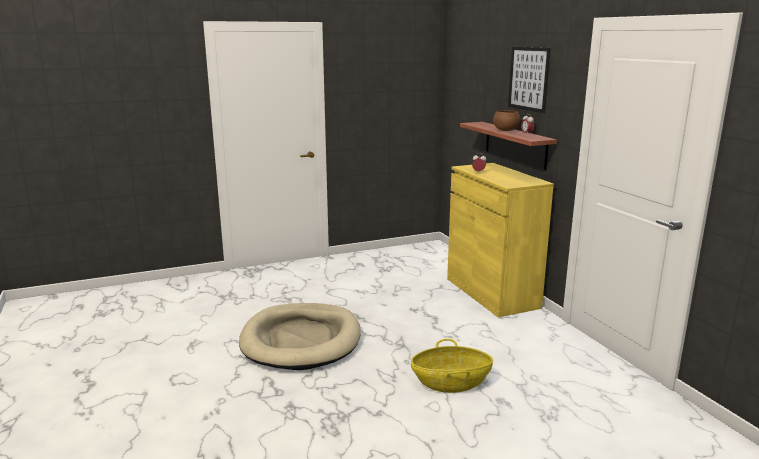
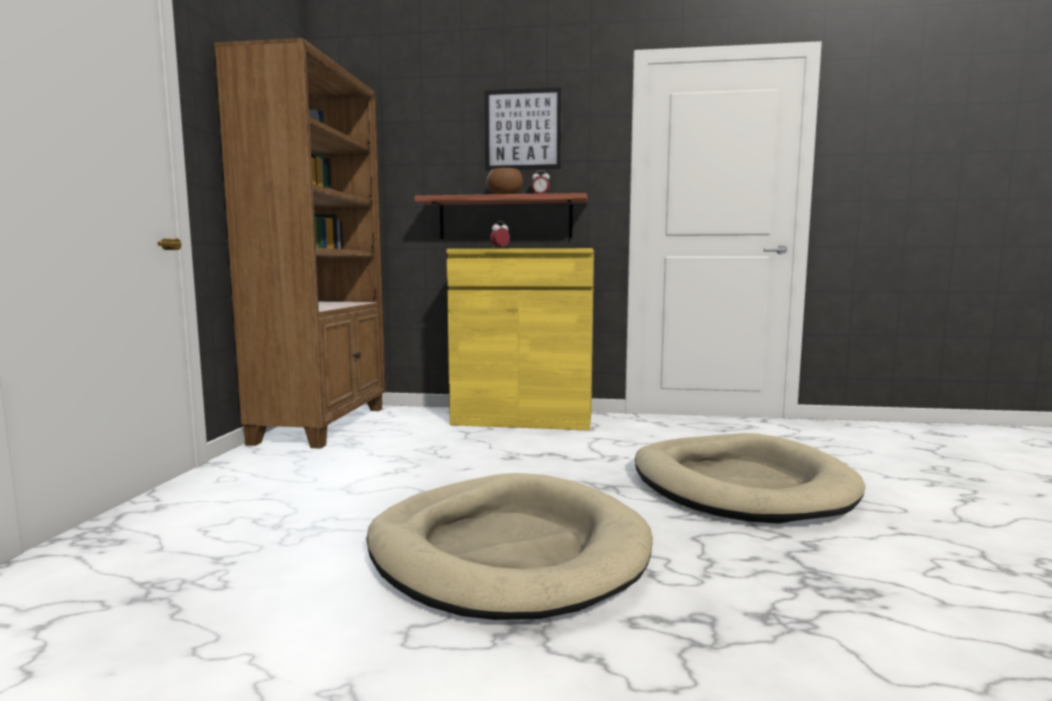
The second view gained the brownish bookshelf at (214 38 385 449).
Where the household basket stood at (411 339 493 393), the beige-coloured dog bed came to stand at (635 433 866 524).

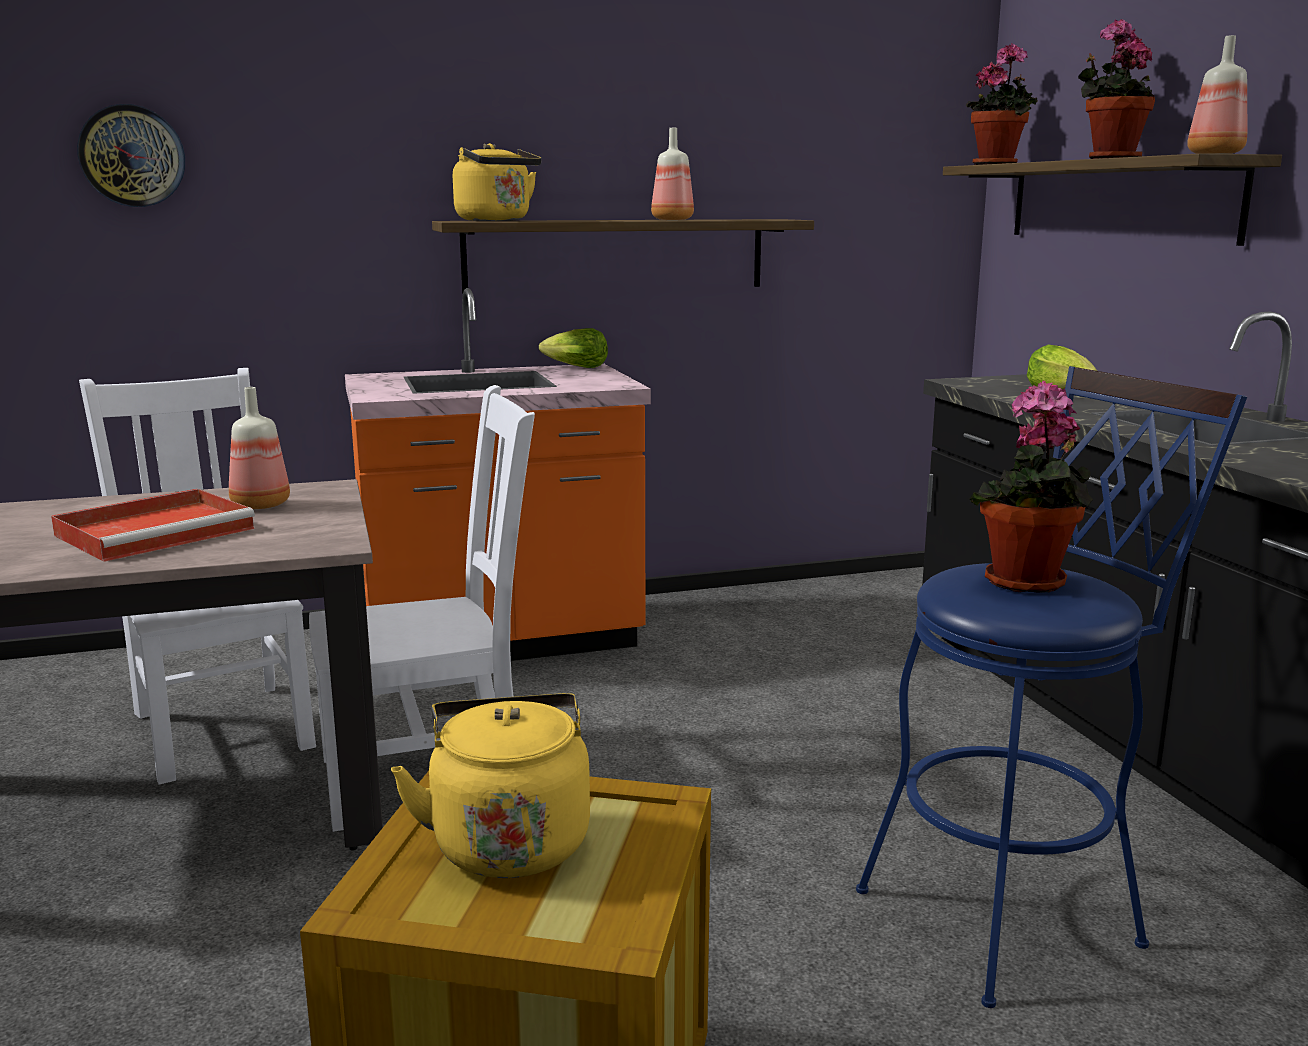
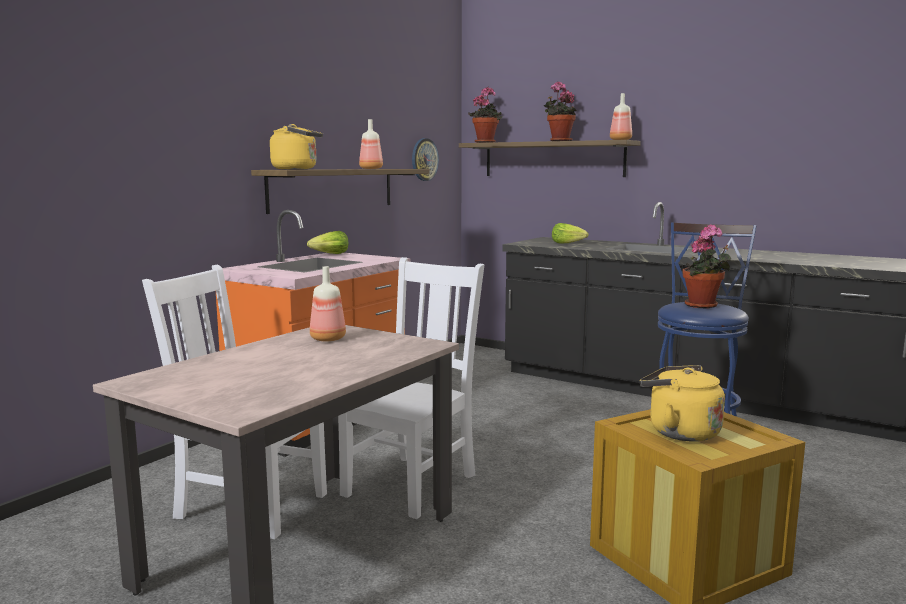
The clock on the wall ended up elsewhere, having gone from (77 104 185 207) to (412 138 439 181).
The second view lost the reddish carrying tray at (51 489 255 562).

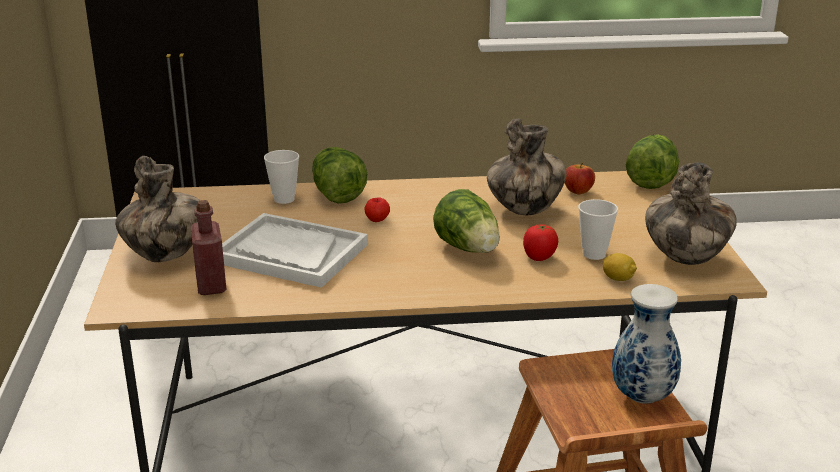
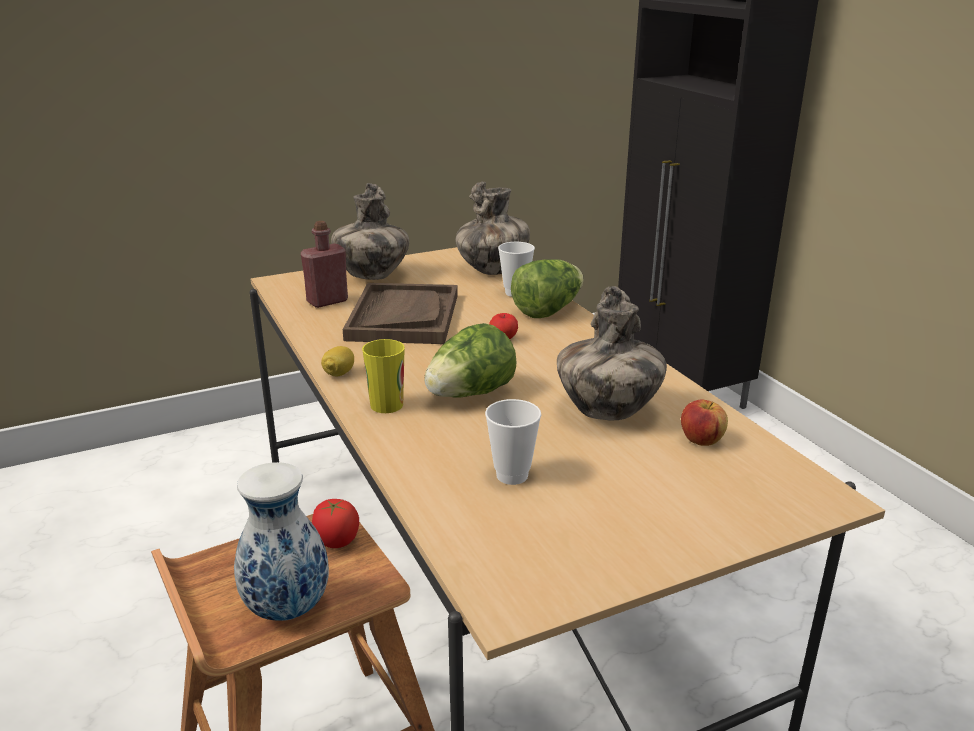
The whole tomato ended up elsewhere, having gone from (523 224 558 261) to (312 499 359 548).
The whole lemon ended up elsewhere, having gone from (603 253 637 281) to (321 346 354 376).
What was the white carrying tray at (222 213 368 288) turned into the brownish carrying tray at (343 283 458 344).
The second view gained the small cup at (362 339 405 413).
The flower vase ended up elsewhere, having gone from (645 162 737 265) to (455 182 530 275).
The second view lost the head of lettuce at (626 134 679 189).

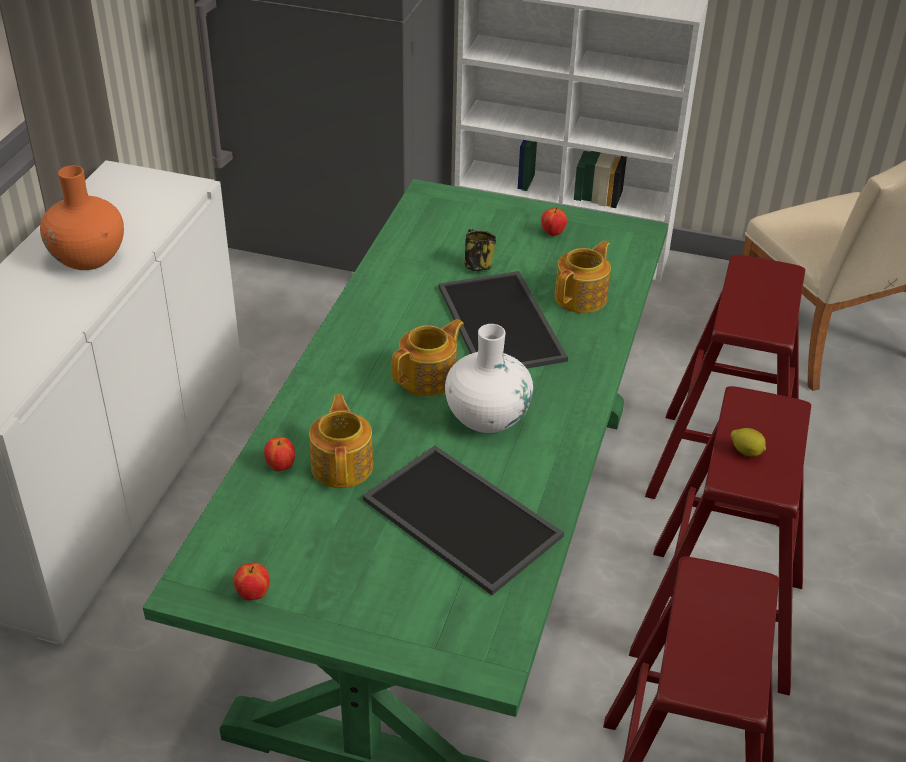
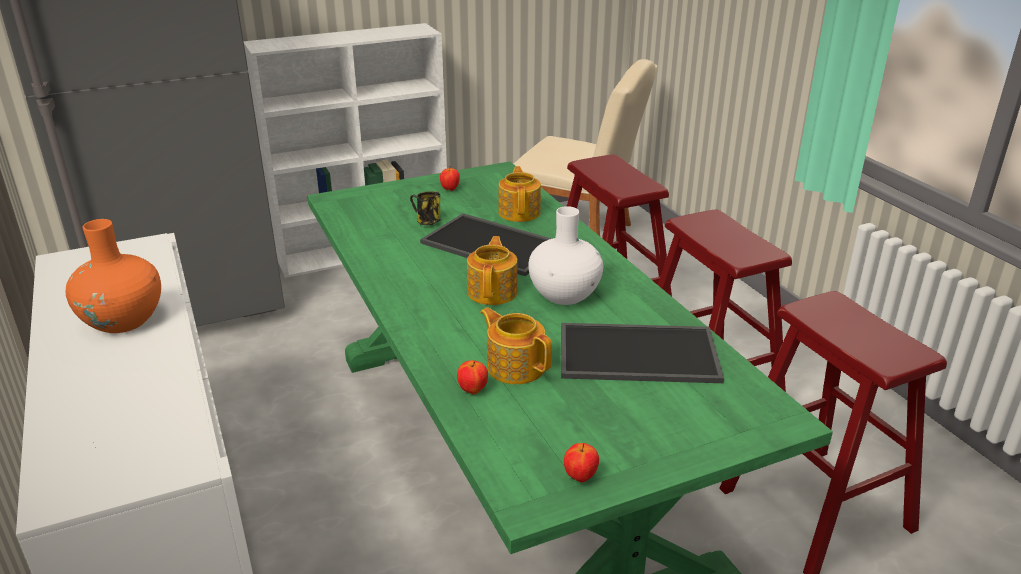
The second view lost the whole lemon at (731 428 766 457).

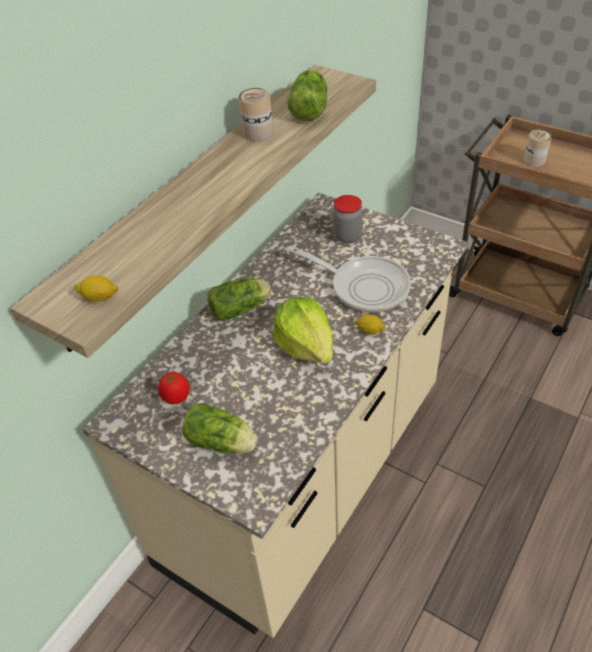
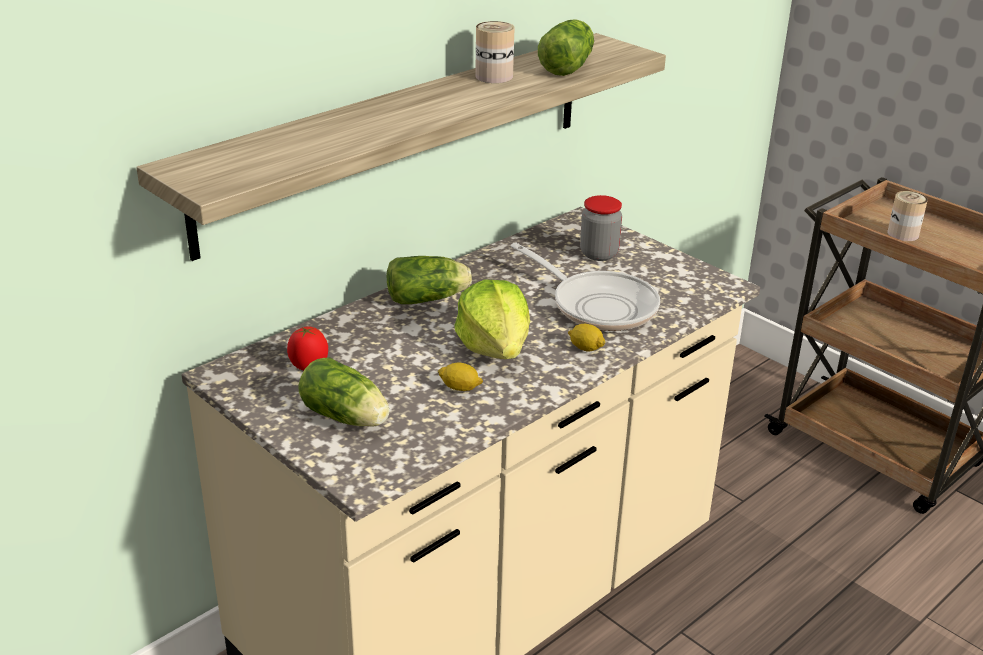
The whole lemon ended up elsewhere, having gone from (74 275 119 301) to (438 362 483 391).

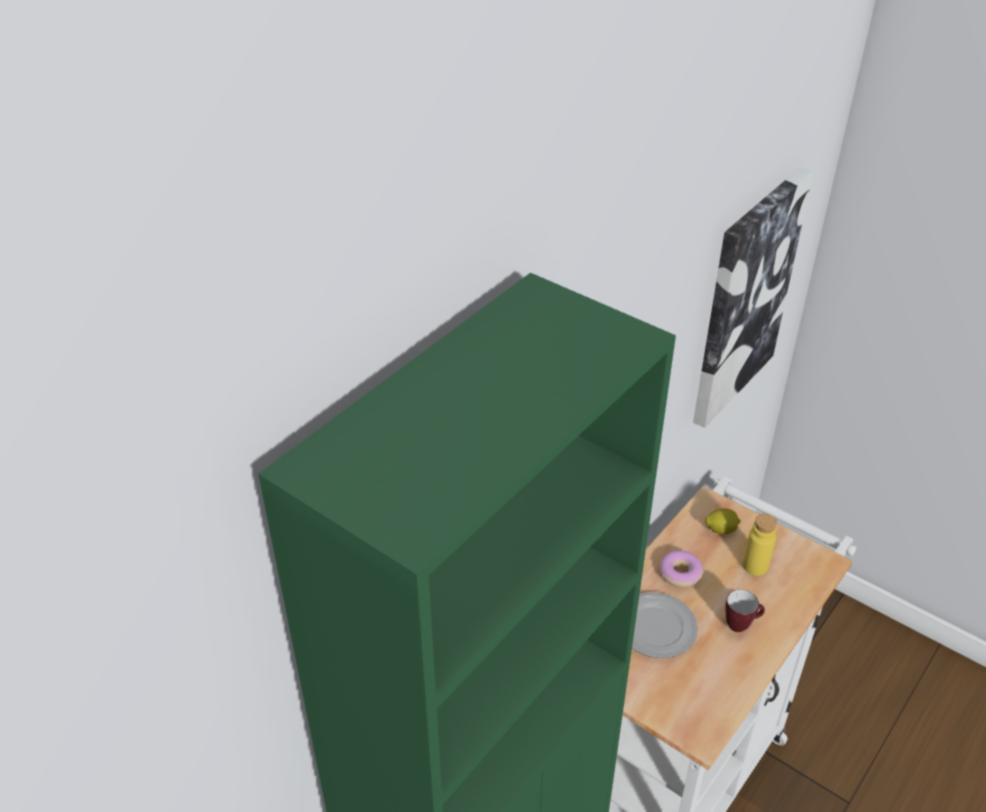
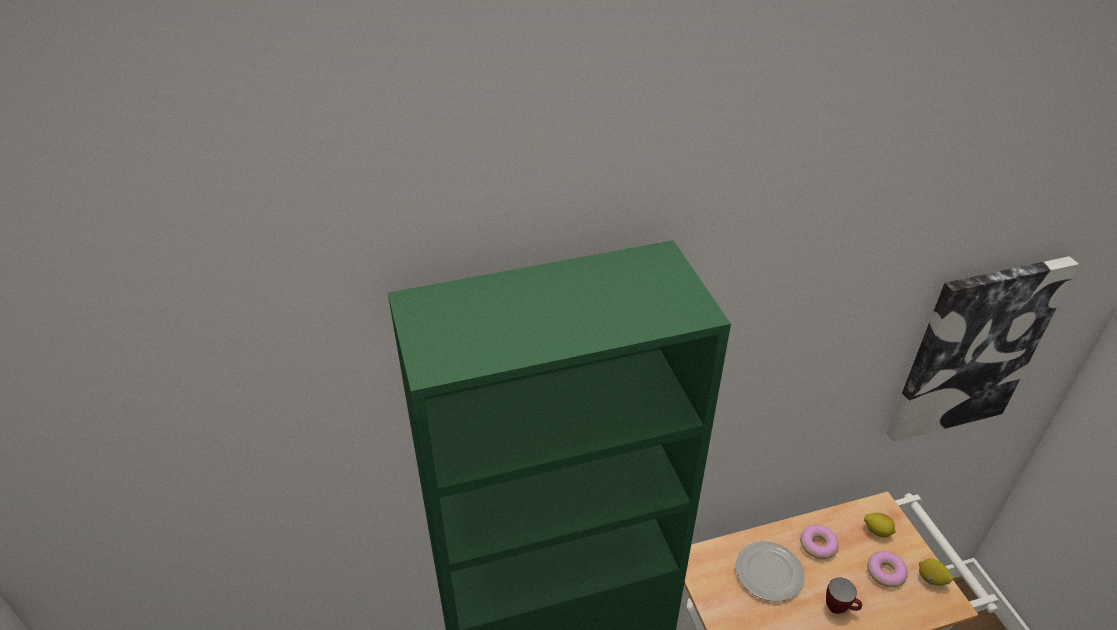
Where the yellow beverage bottle stood at (743 514 777 576), the donut came to stand at (867 551 908 587).
The second view gained the whole lemon at (919 559 953 586).

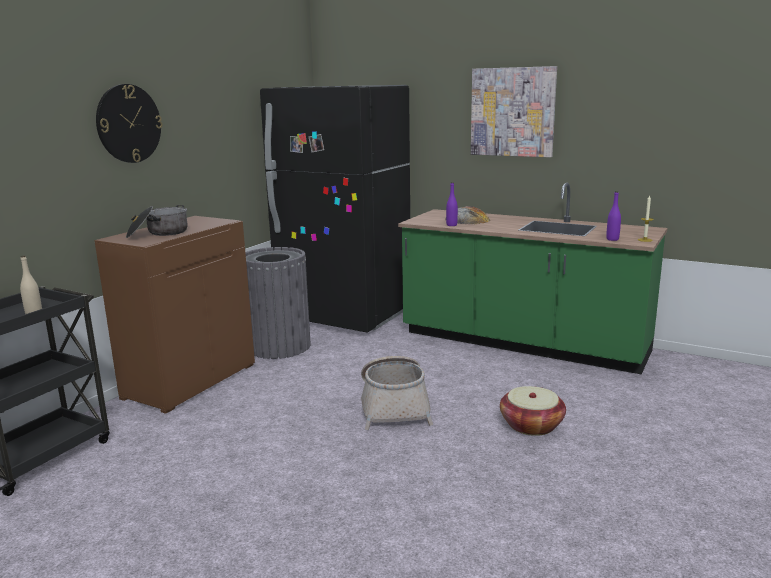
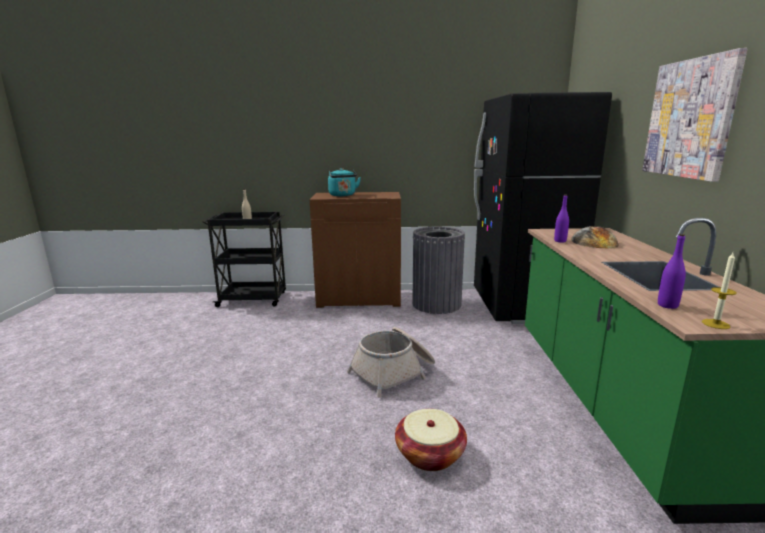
Where the stockpot stood at (126 205 188 238), the turquoise-coloured water kettle came to stand at (328 168 361 196).
The second view lost the clock on the wall at (96 84 162 163).

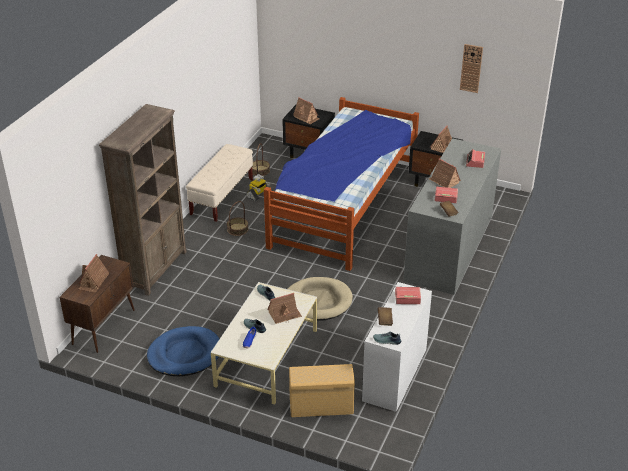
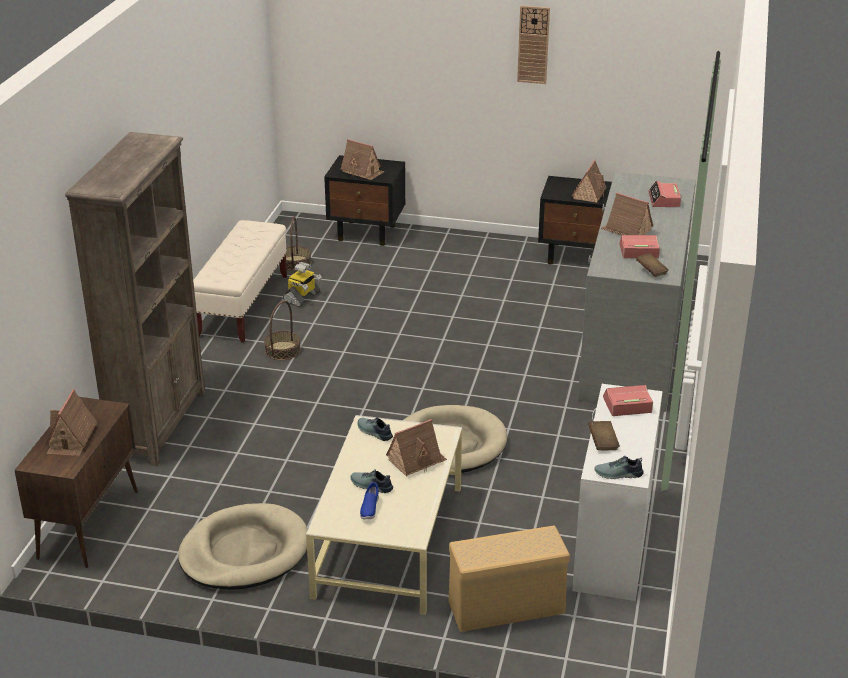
What was the blue-coloured dog bed at (147 326 219 376) turned into the beige-coloured dog bed at (178 503 308 590).
The clock on the wall ended up elsewhere, having gone from (460 44 483 93) to (517 5 550 84).
The second view lost the bedroom bed at (264 97 419 271).

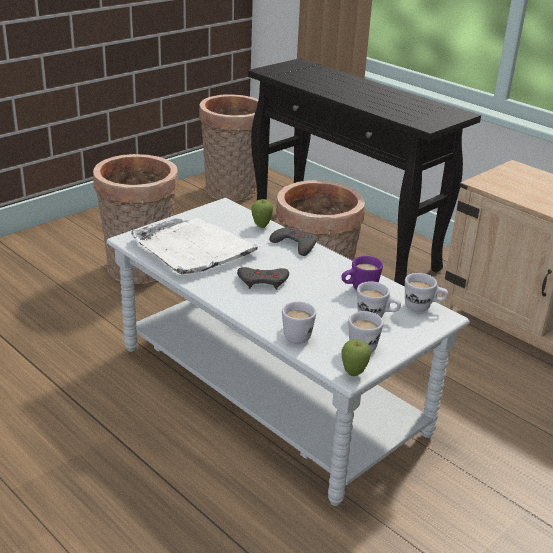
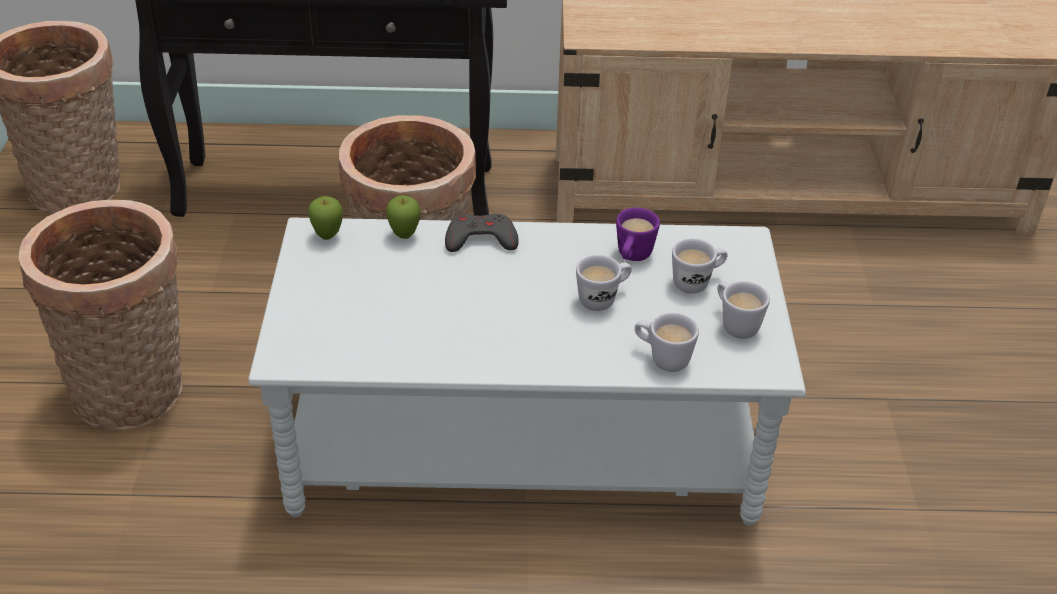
The apple fruit ended up elsewhere, having gone from (341 340 371 376) to (308 196 343 240).
The white mug ended up elsewhere, having gone from (405 273 448 312) to (576 255 632 311).
The second view lost the white carrying tray at (131 218 262 274).
The second view lost the grey joypad at (237 267 289 290).

